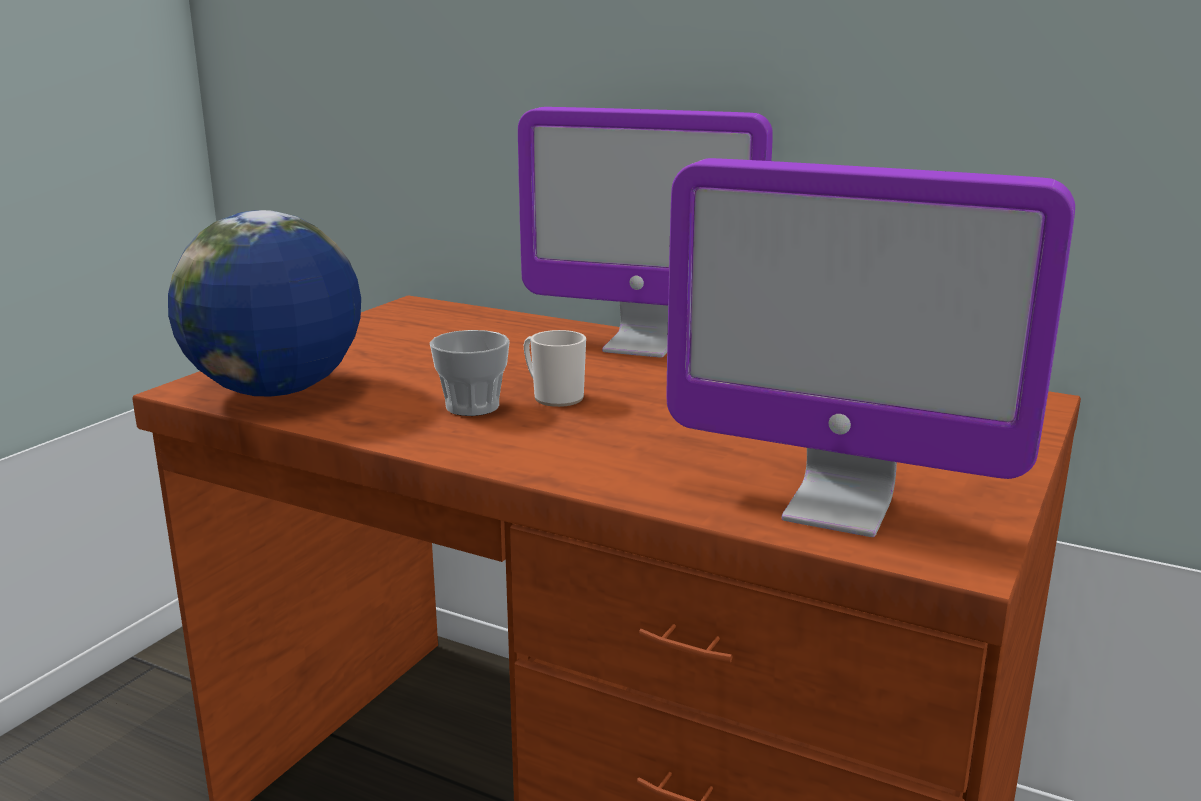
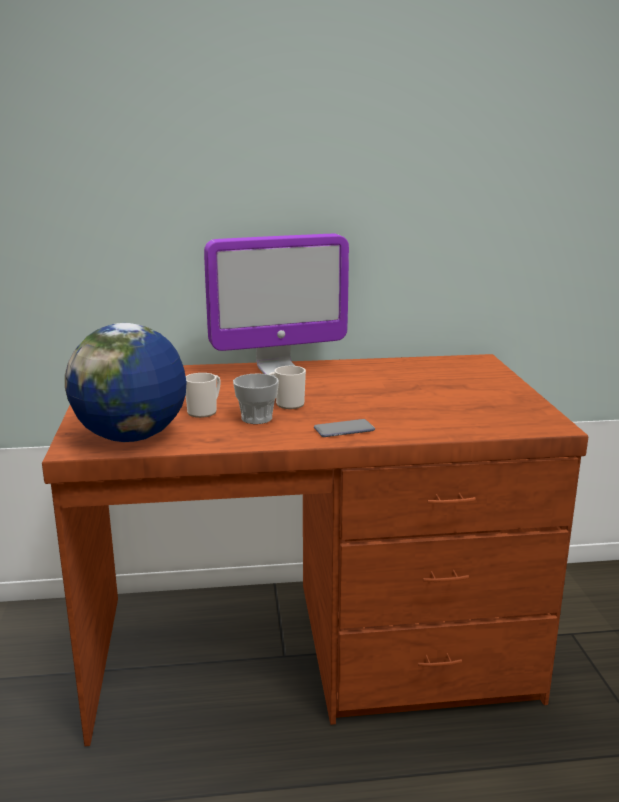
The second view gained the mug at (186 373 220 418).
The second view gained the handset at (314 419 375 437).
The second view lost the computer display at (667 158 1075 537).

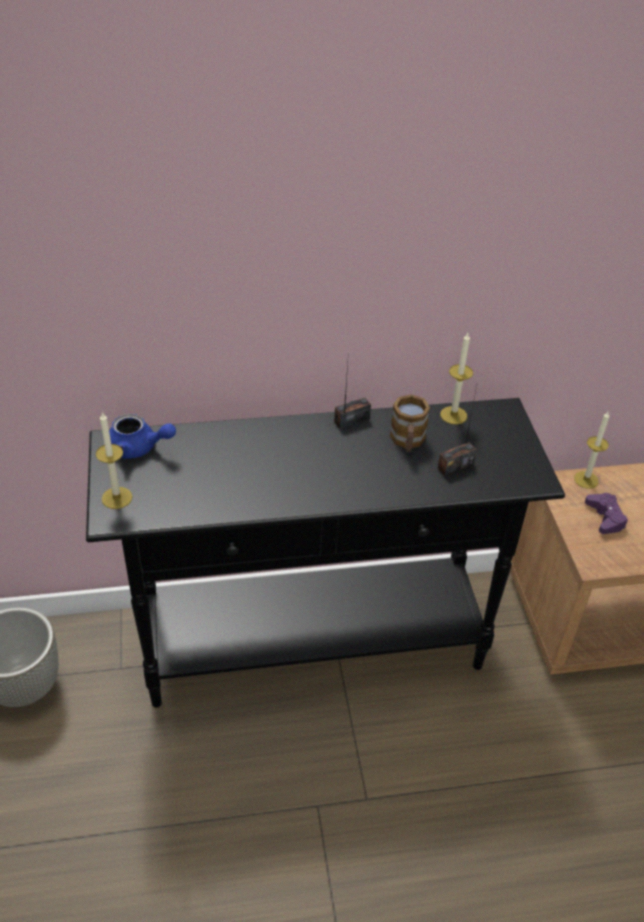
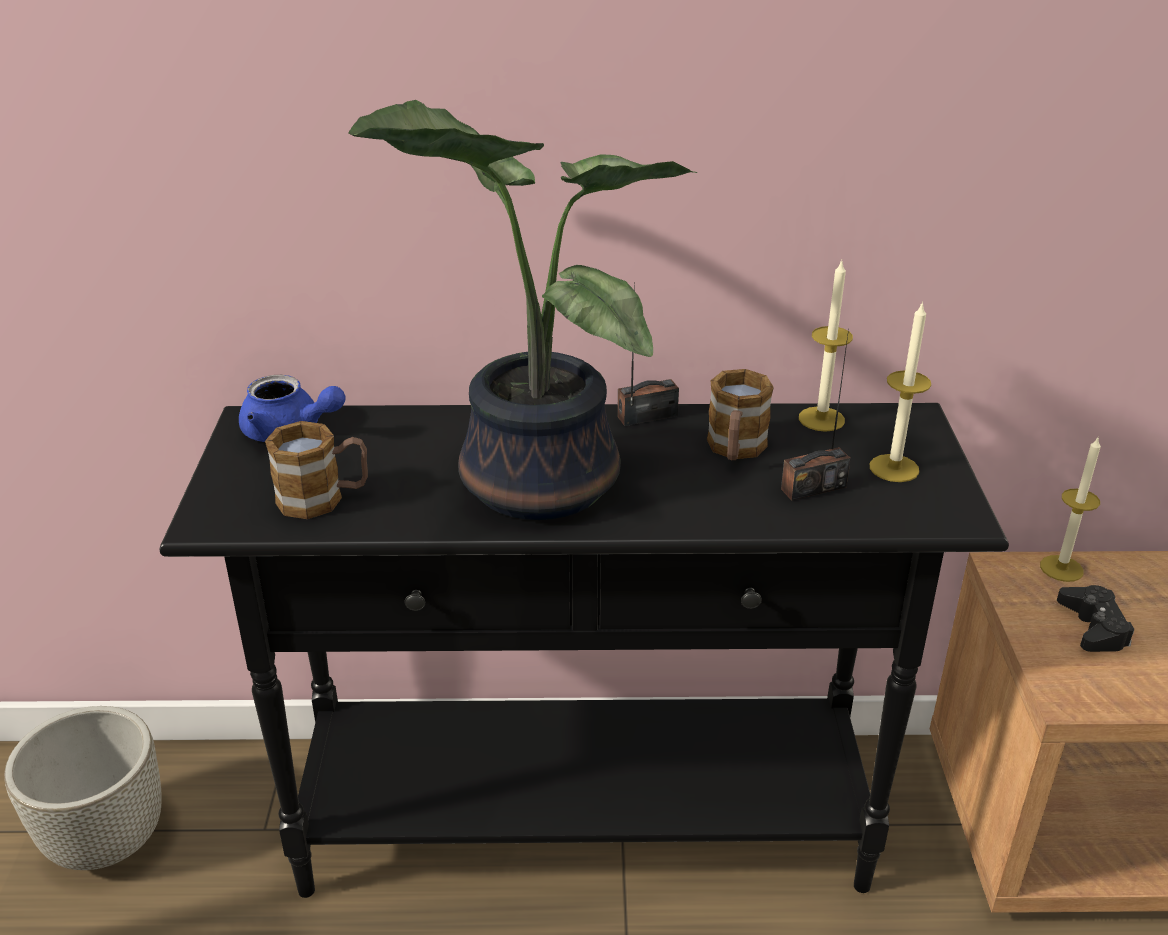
The second view gained the mug at (265 421 368 519).
The second view gained the houseplant at (348 100 697 520).
The candle ended up elsewhere, having gone from (96 412 133 509) to (870 301 931 482).
What was the purplish joypad at (585 493 628 534) turned into the black joypad at (1057 585 1134 652).

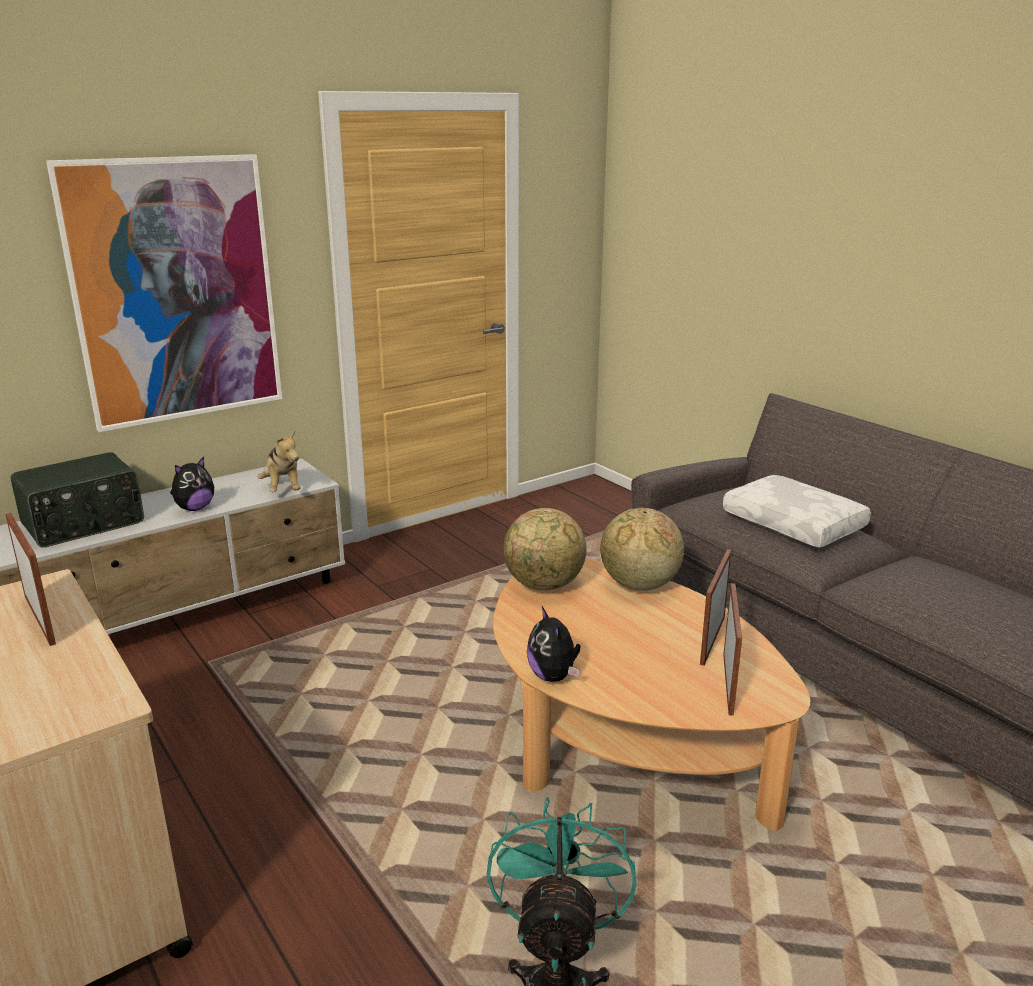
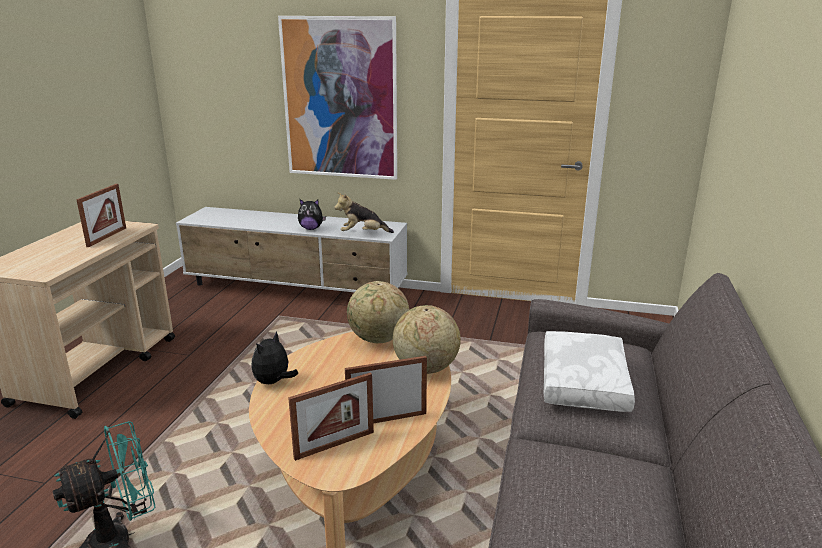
The cuddly toy at (257 430 301 492) ended up facing another way, 60 degrees clockwise from before.
The second view lost the radio receiver at (11 452 144 548).

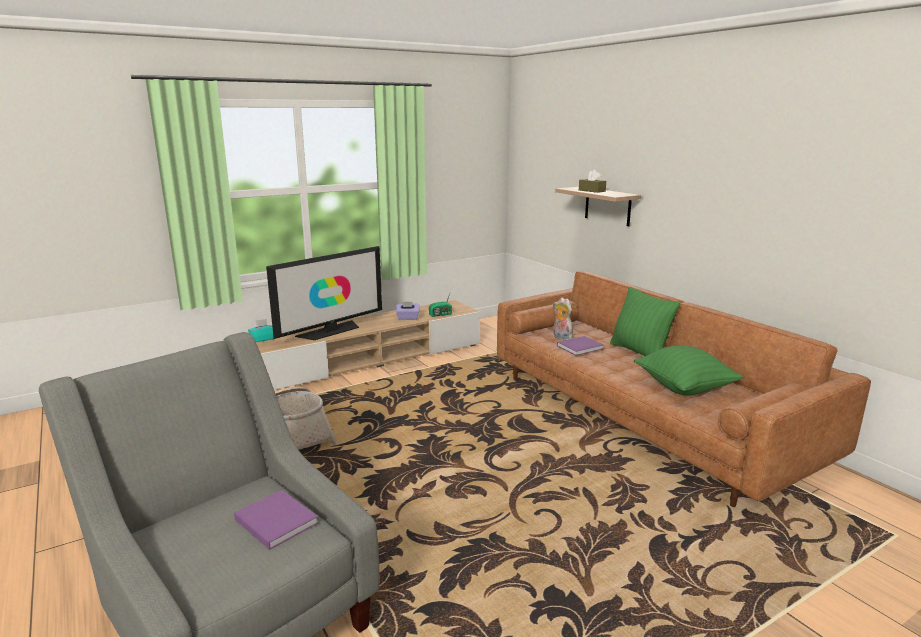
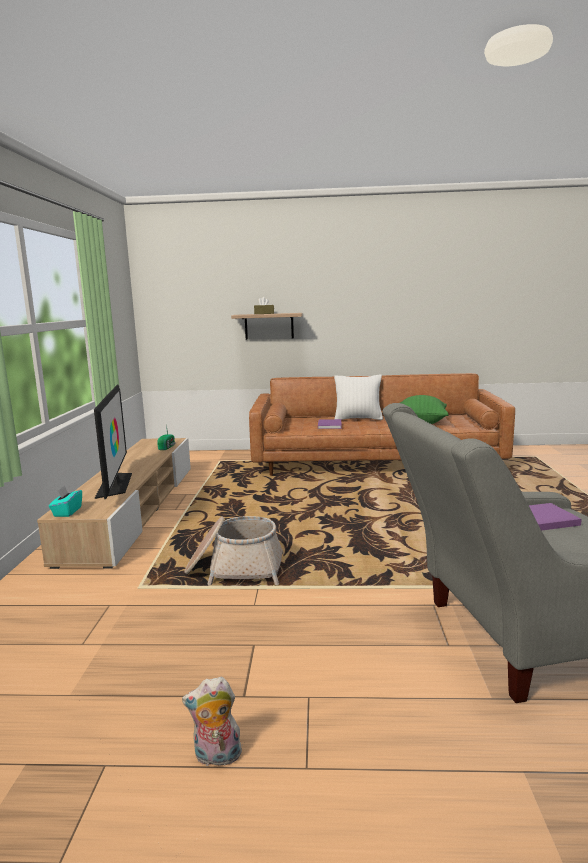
The cuddly toy ended up elsewhere, having gone from (553 297 573 341) to (182 677 243 766).
What was the green cushion at (610 287 680 356) turned into the white cushion at (334 374 383 420).
The second view lost the purplish tissue holder at (396 302 420 320).

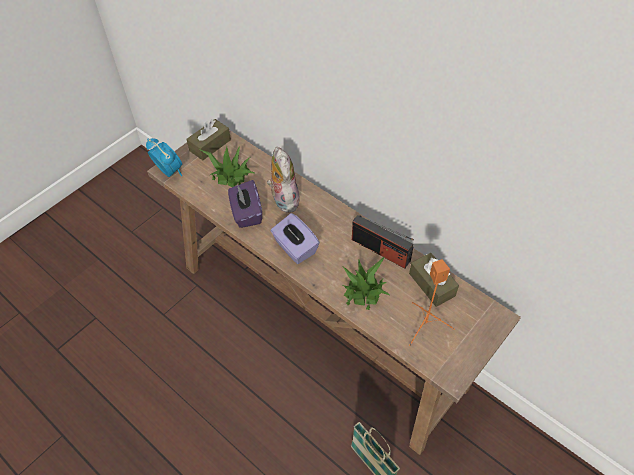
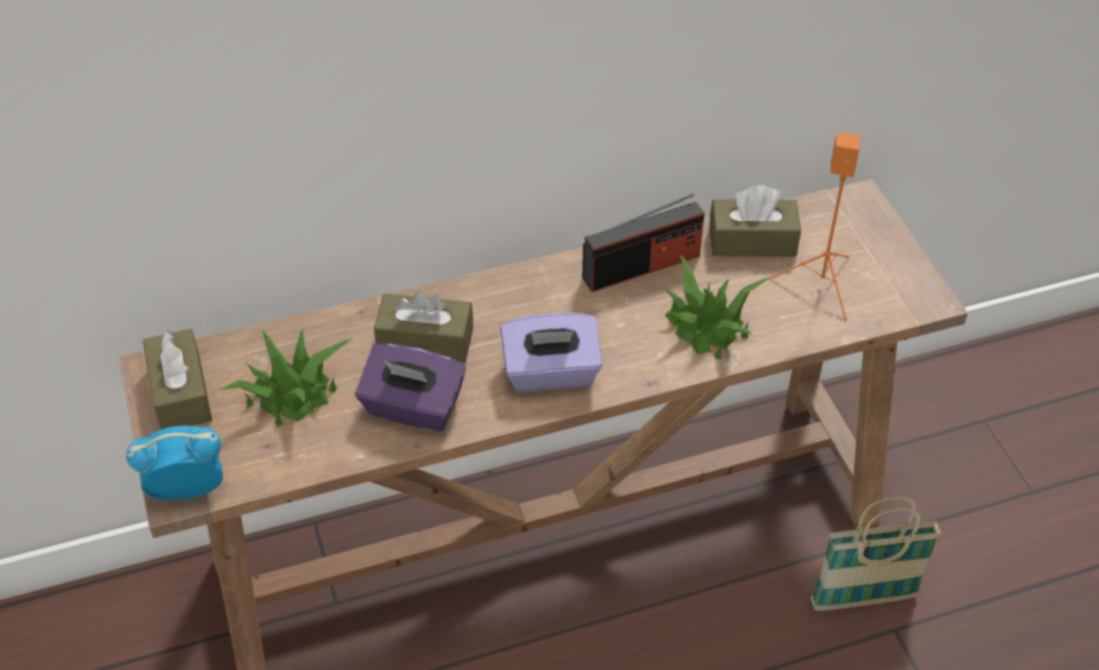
Where the cuddly toy stood at (267 147 300 212), the brownish tissue holder came to stand at (374 291 473 363).

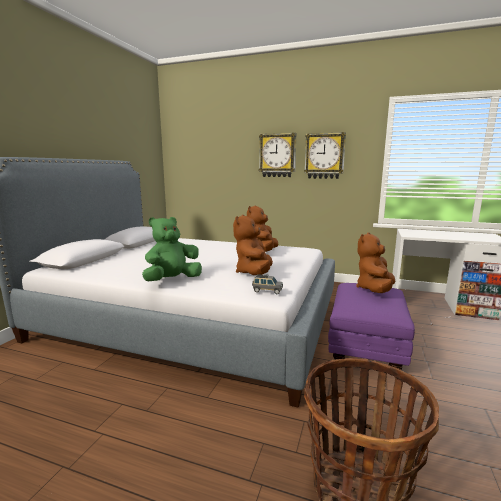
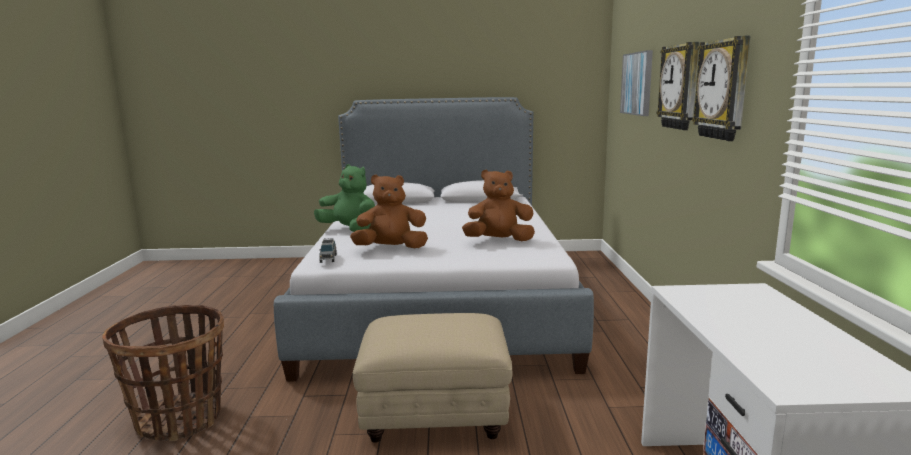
What was the purplish pouffe at (328 283 415 370) turned into the beige-coloured pouffe at (353 313 512 443).
The second view gained the picture at (620 50 653 116).
The second view lost the brownish cuddly toy at (356 232 395 293).

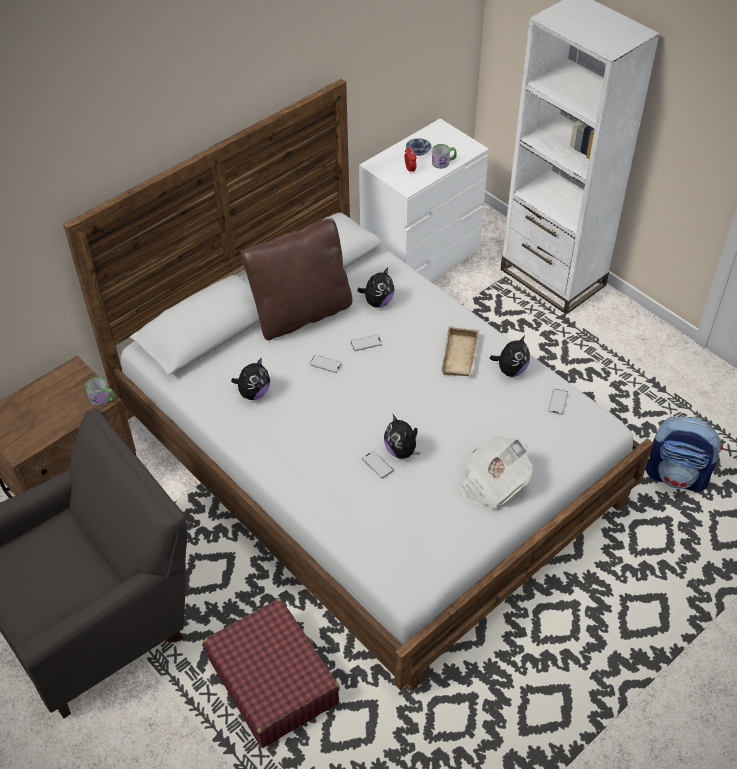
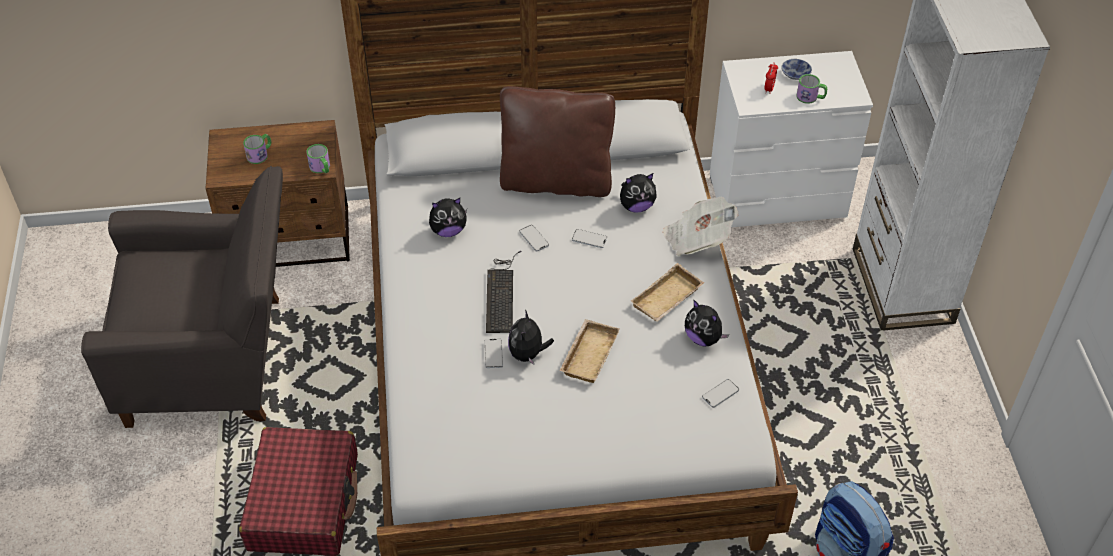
The second view gained the mug at (243 134 271 164).
The second view gained the PC keyboard at (486 251 522 333).
The second view gained the beige-coloured carrying tray at (560 319 620 383).
The printed paper ended up elsewhere, having gone from (459 435 533 509) to (662 197 738 256).
The cuddly toy at (490 335 530 377) ended up facing another way, 60 degrees clockwise from before.

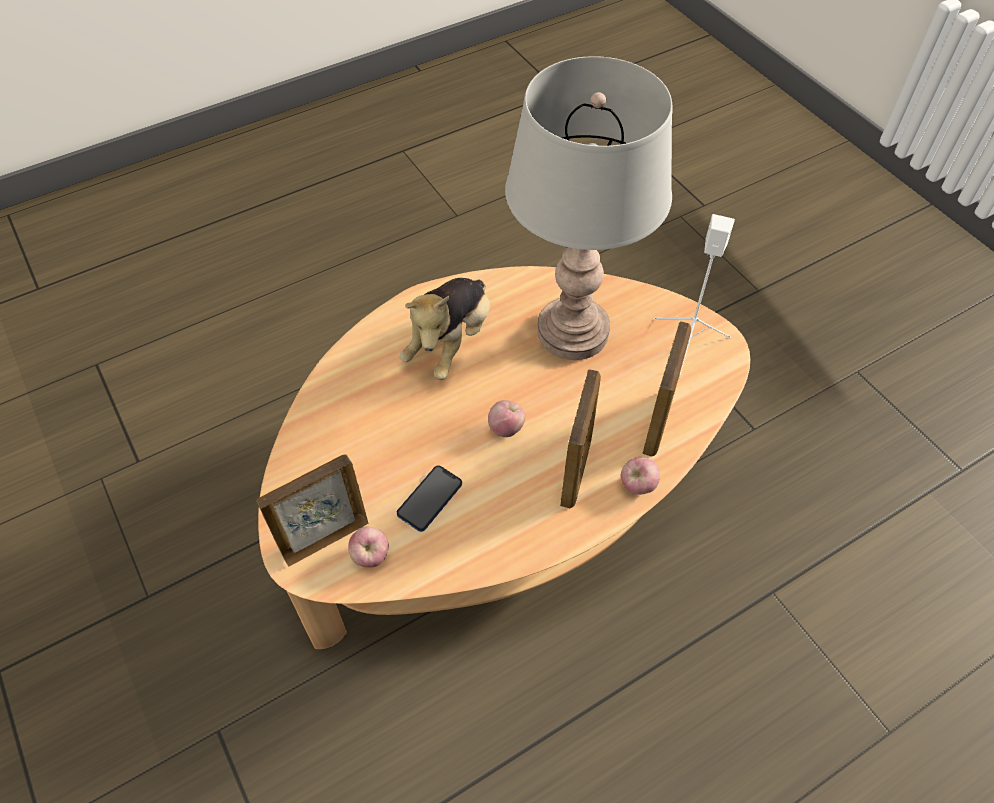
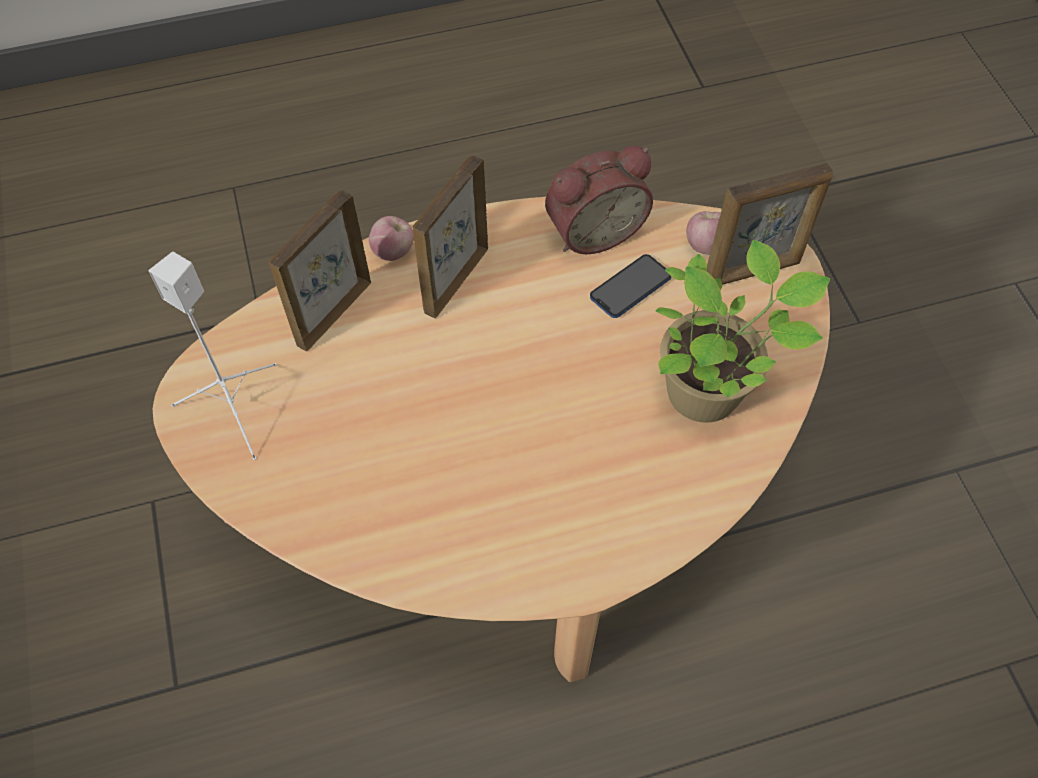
The second view gained the bedside clock at (545 146 653 254).
The second view gained the houseplant at (656 240 830 423).
The second view lost the cuddly toy at (400 278 490 380).
The second view lost the apple fruit at (488 400 525 437).
The second view lost the grey tabletop lamp at (505 56 673 360).

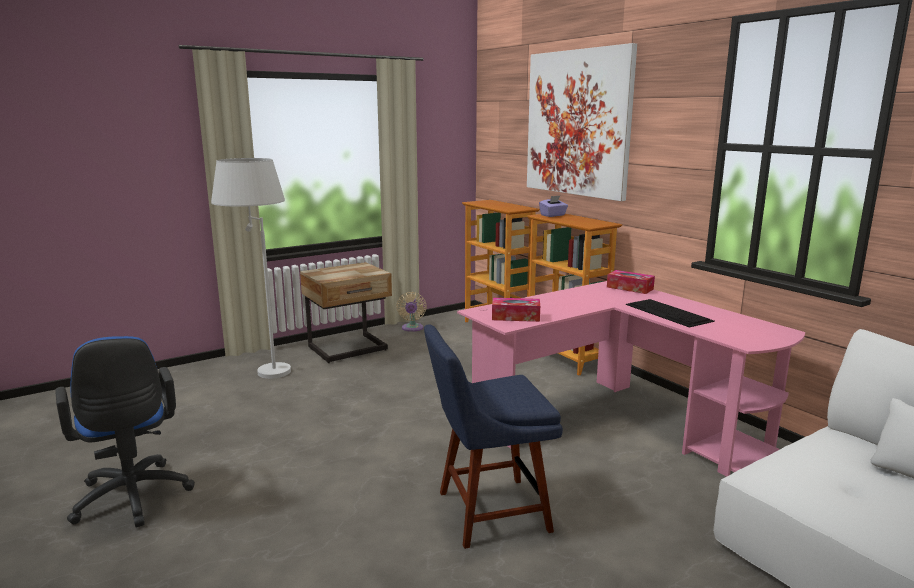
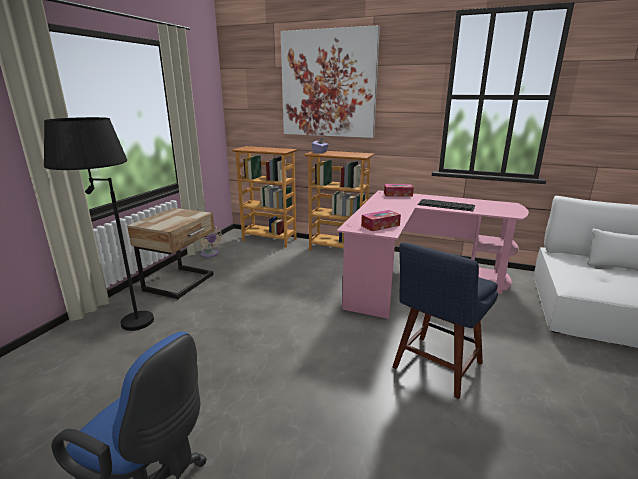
What was the white standard lamp at (211 158 291 379) turned into the black standard lamp at (44 117 154 331).

